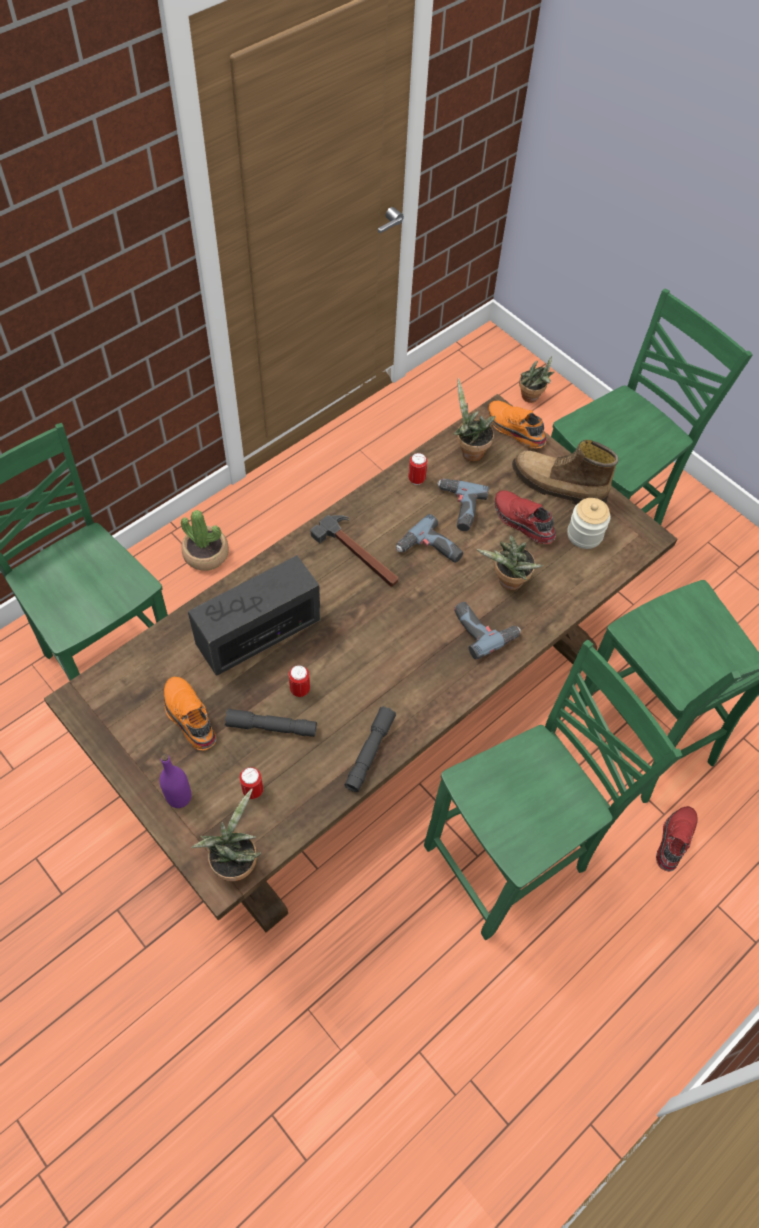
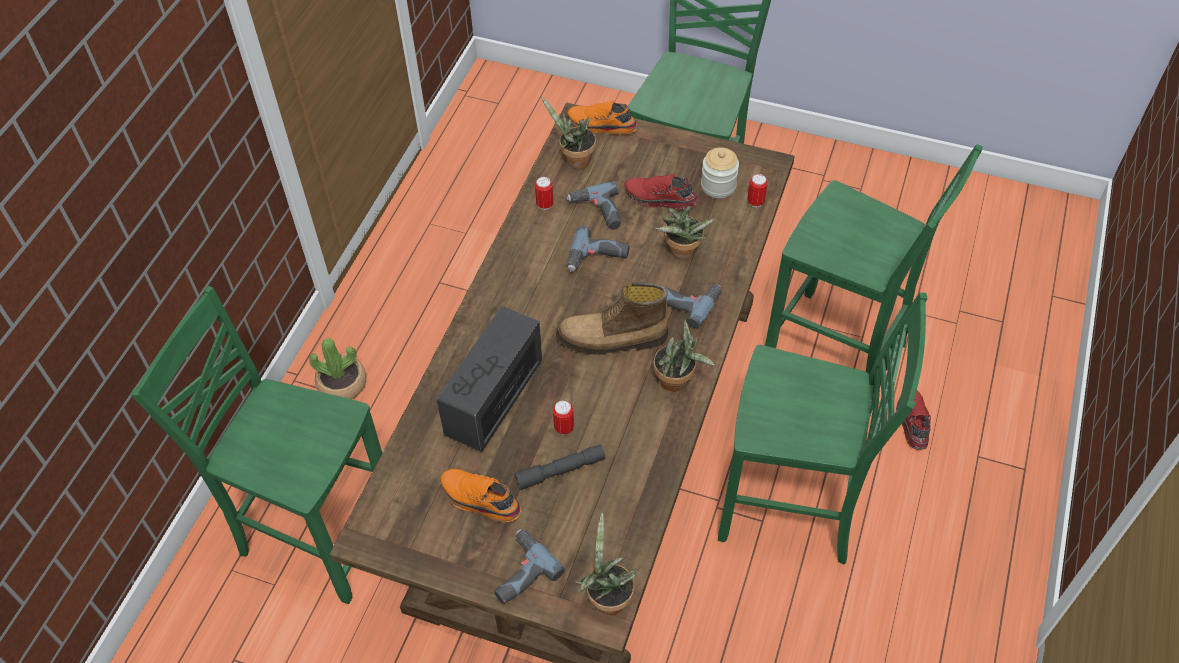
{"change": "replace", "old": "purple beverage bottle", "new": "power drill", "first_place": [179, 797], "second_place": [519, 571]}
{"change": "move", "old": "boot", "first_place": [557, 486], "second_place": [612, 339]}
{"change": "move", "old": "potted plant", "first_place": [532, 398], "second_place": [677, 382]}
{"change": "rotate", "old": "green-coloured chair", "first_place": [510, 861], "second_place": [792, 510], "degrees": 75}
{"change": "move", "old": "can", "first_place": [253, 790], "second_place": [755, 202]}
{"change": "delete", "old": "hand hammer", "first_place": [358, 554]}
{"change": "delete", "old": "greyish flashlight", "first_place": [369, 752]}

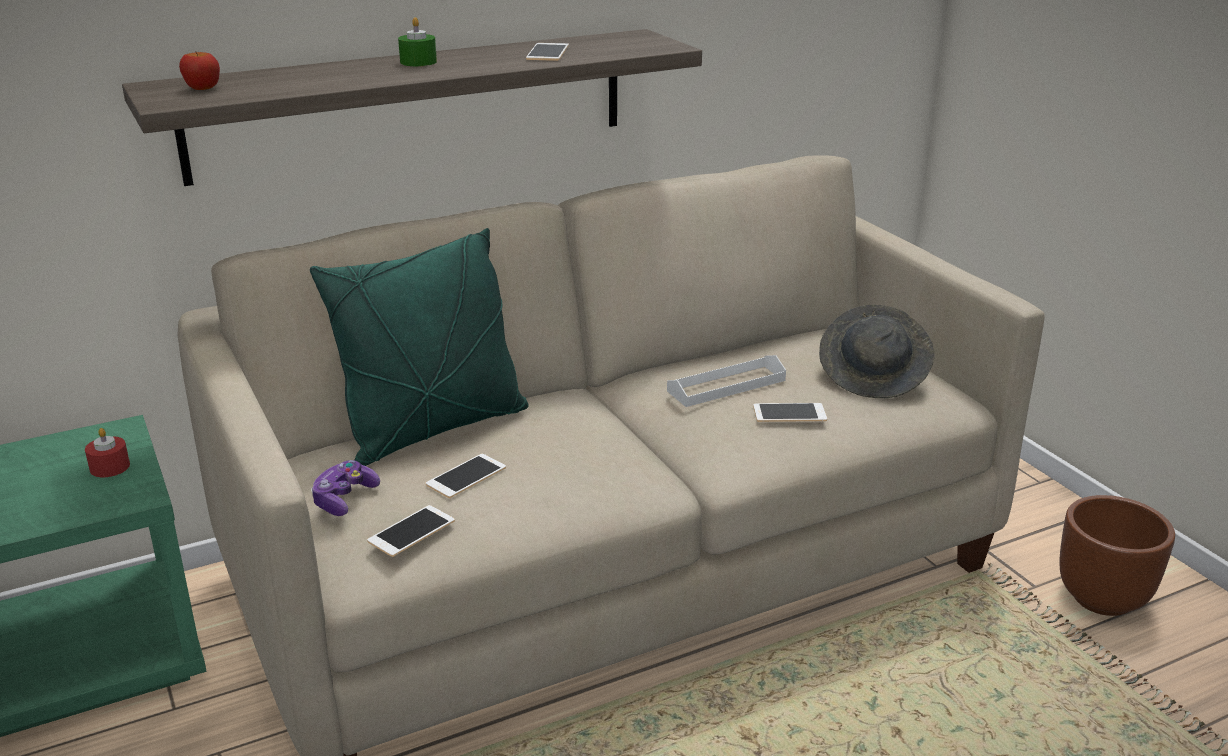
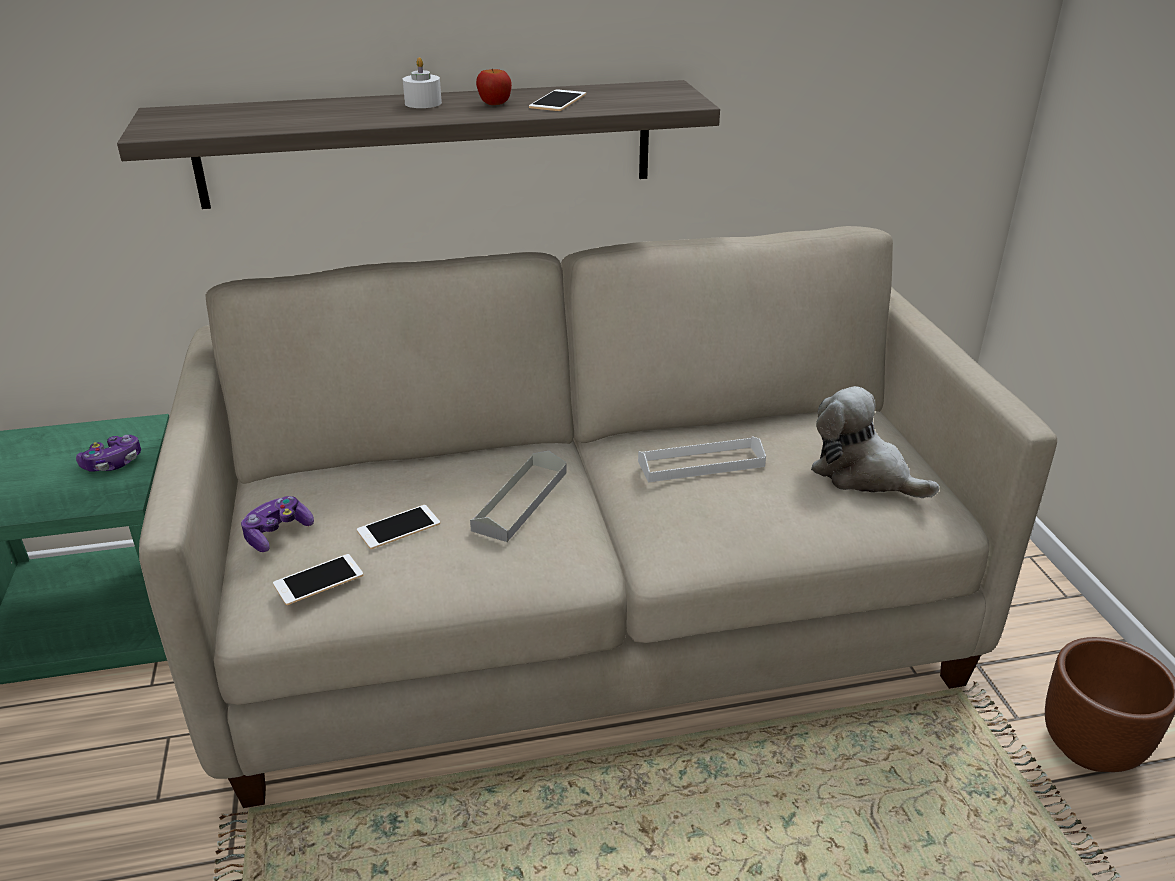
{"change": "replace", "old": "red candle", "new": "gamepad", "first_place": [110, 467], "second_place": [113, 463]}
{"change": "recolor", "old": "green-coloured candle", "new": "white-coloured candle", "first_place": [418, 62], "second_place": [423, 103]}
{"change": "insert", "new": "greyish carrying tray", "second_place": [520, 501]}
{"change": "move", "old": "whole apple", "first_place": [202, 88], "second_place": [494, 103]}
{"change": "replace", "old": "greyish wearable hat", "new": "cuddly toy", "first_place": [874, 375], "second_place": [863, 474]}
{"change": "delete", "old": "green-coloured pillow", "first_place": [434, 429]}
{"change": "delete", "old": "handset", "first_place": [789, 413]}

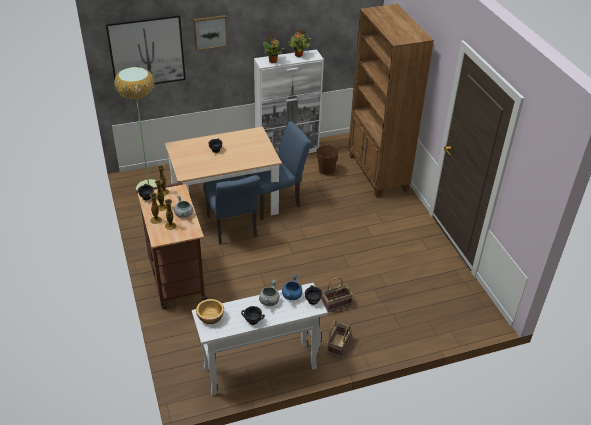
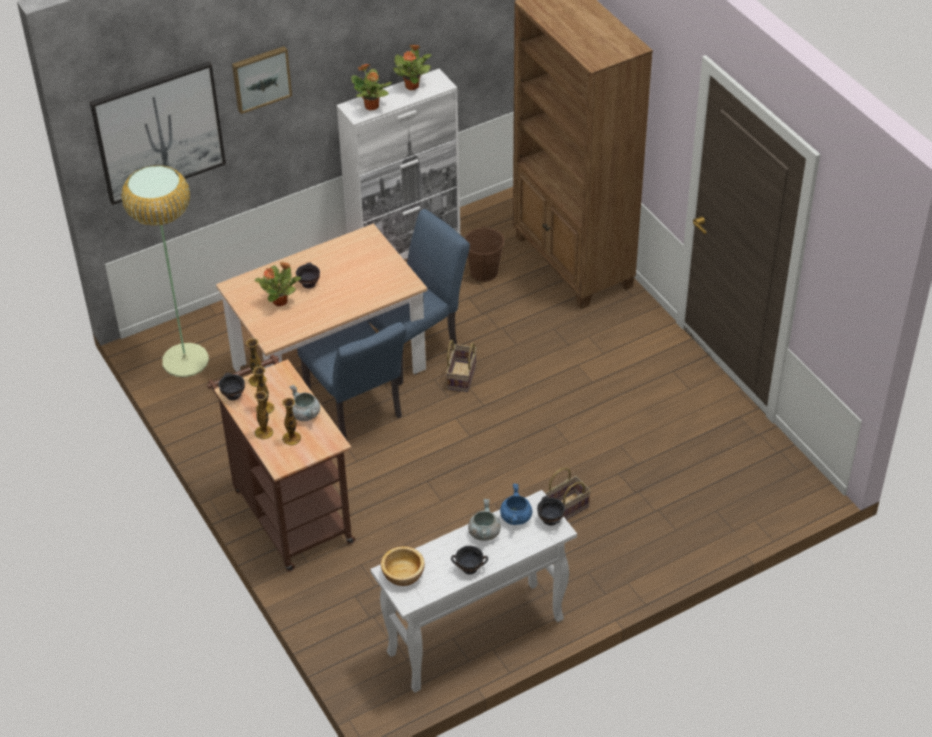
{"change": "insert", "new": "potted plant", "second_place": [280, 301]}
{"change": "move", "old": "household basket", "first_place": [338, 344], "second_place": [461, 376]}

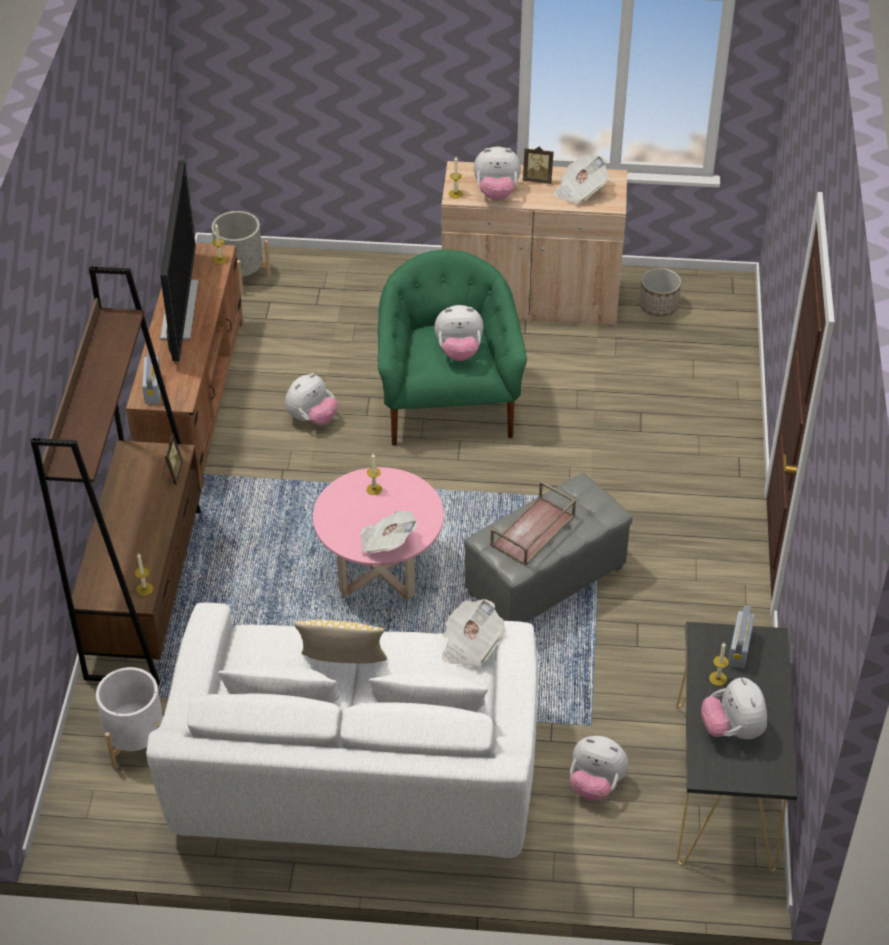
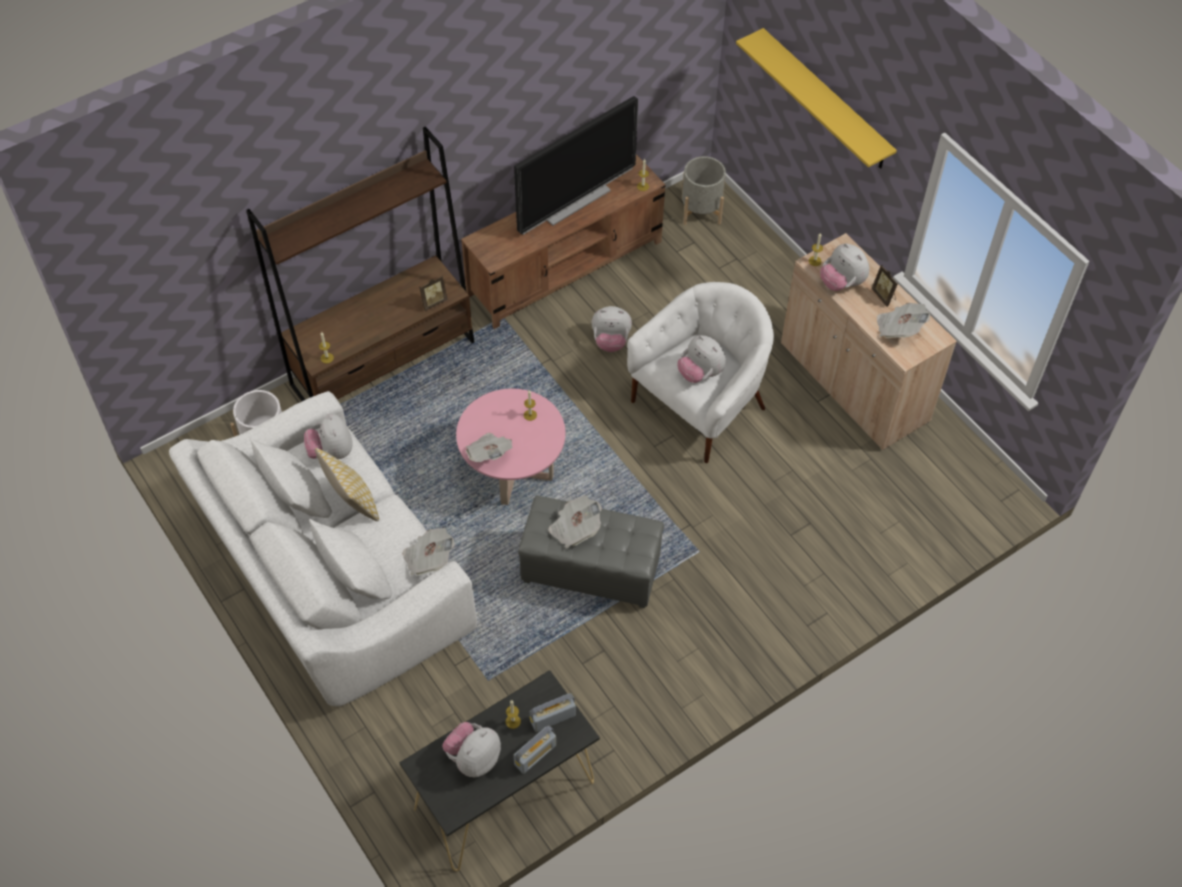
{"change": "move", "old": "cuddly toy", "first_place": [595, 784], "second_place": [331, 451]}
{"change": "move", "old": "radio receiver", "first_place": [153, 388], "second_place": [535, 755]}
{"change": "replace", "old": "brown carrying tray", "new": "newspaper", "first_place": [533, 532], "second_place": [575, 529]}
{"change": "recolor", "old": "green-coloured armchair", "new": "white-coloured armchair", "first_place": [447, 404], "second_place": [700, 405]}
{"change": "insert", "new": "yellow bracket shelf", "second_place": [825, 100]}
{"change": "delete", "old": "planter", "first_place": [658, 306]}

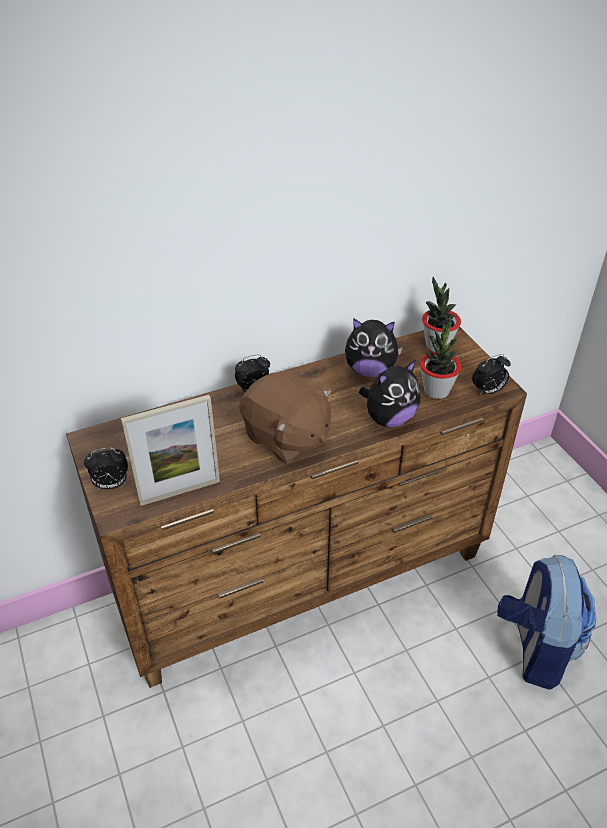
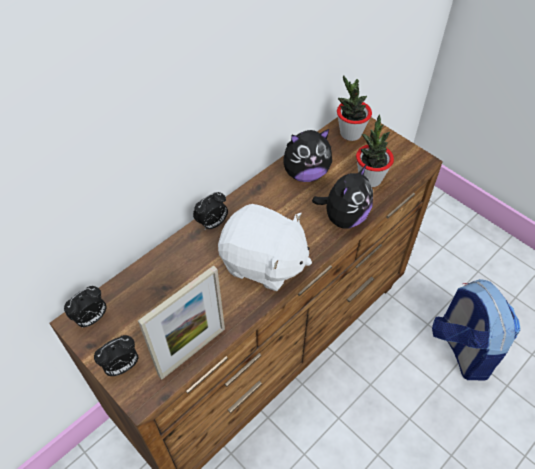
{"change": "move", "old": "bedside clock", "first_place": [488, 391], "second_place": [91, 318]}
{"change": "recolor", "old": "brown cuddly toy", "new": "white-coloured cuddly toy", "first_place": [286, 437], "second_place": [263, 263]}

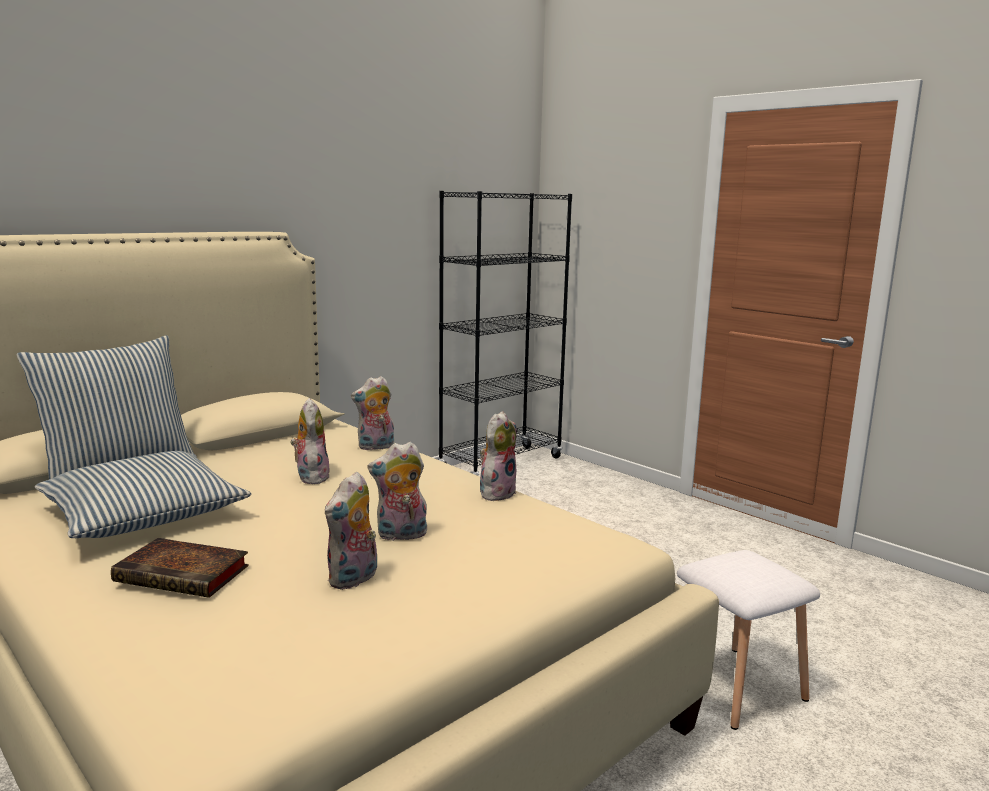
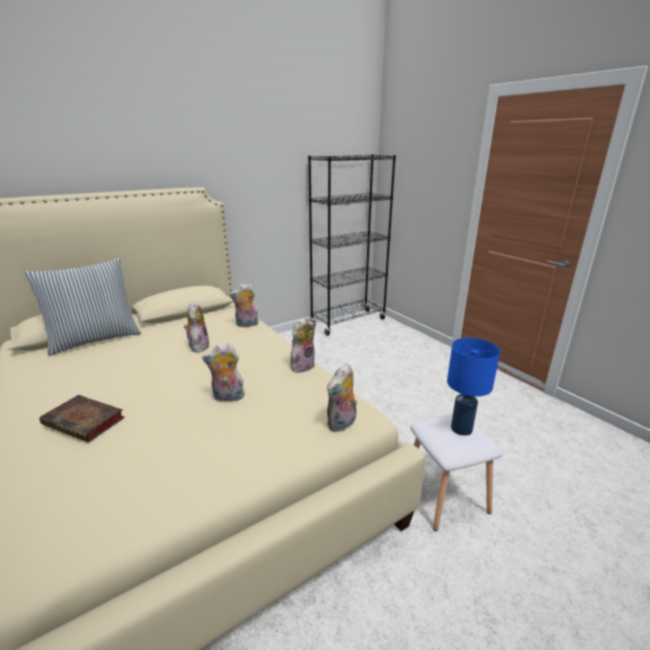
{"change": "move", "old": "cuddly toy", "first_place": [354, 579], "second_place": [342, 424]}
{"change": "insert", "new": "blue-coloured table lamp", "second_place": [461, 429]}
{"change": "delete", "old": "pillow", "first_place": [143, 514]}

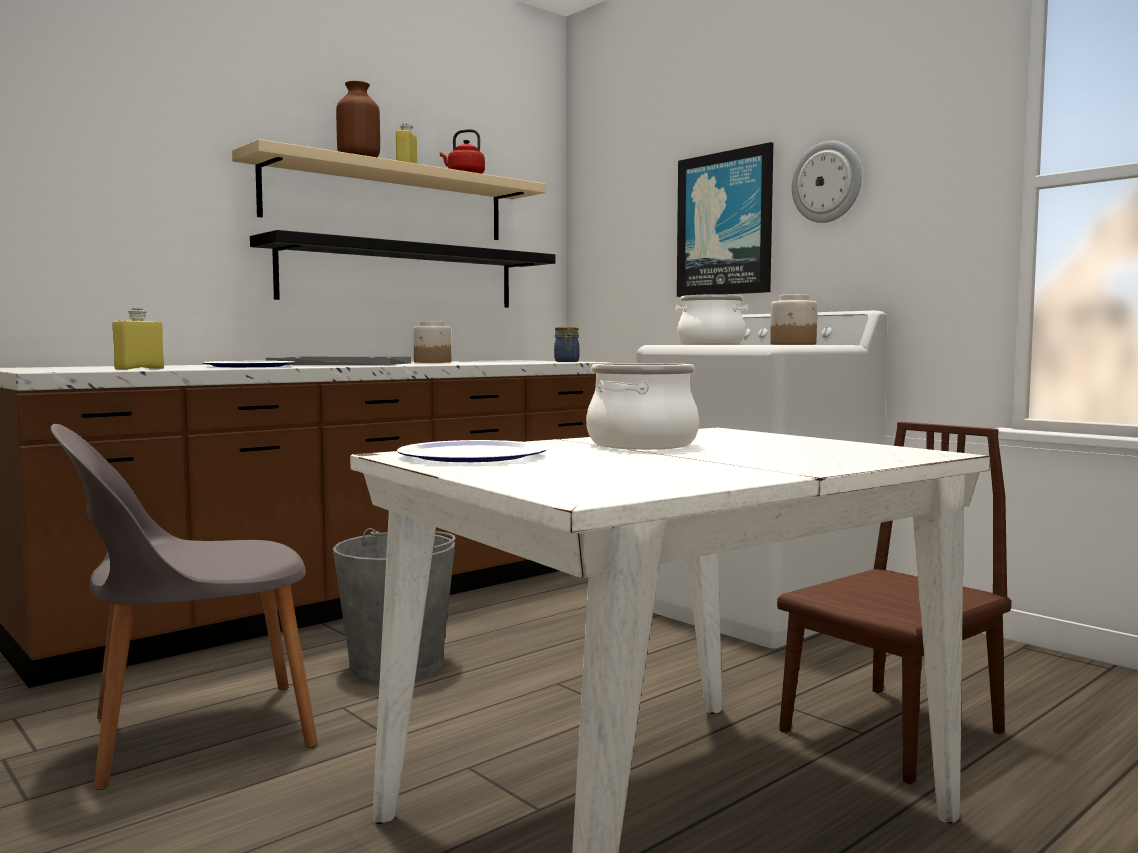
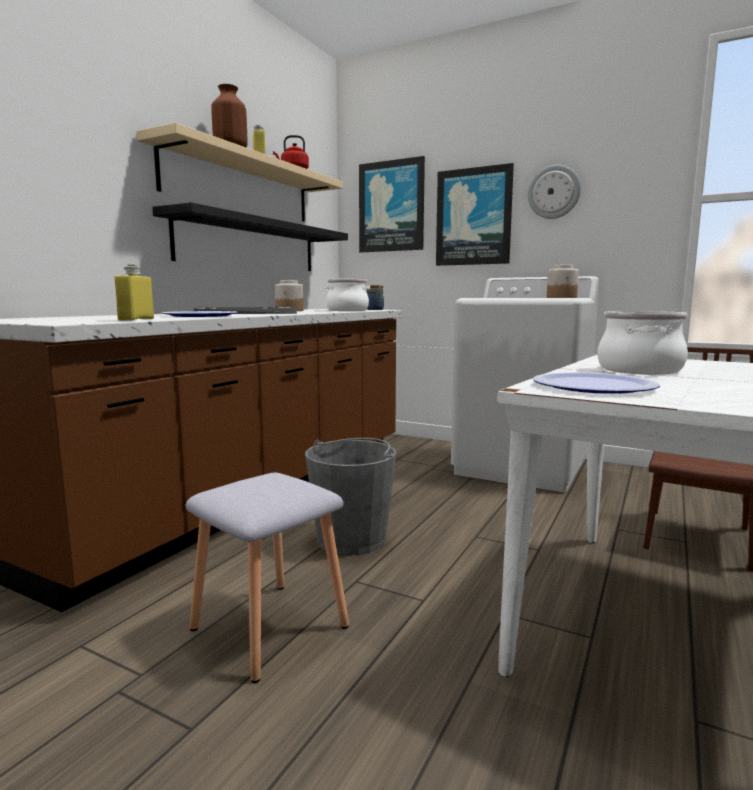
{"change": "replace", "old": "greyish chair", "new": "greyish stool", "first_place": [194, 733], "second_place": [267, 627]}
{"change": "move", "old": "saucepot", "first_place": [710, 344], "second_place": [347, 310]}
{"change": "insert", "new": "wall art", "second_place": [391, 206]}

